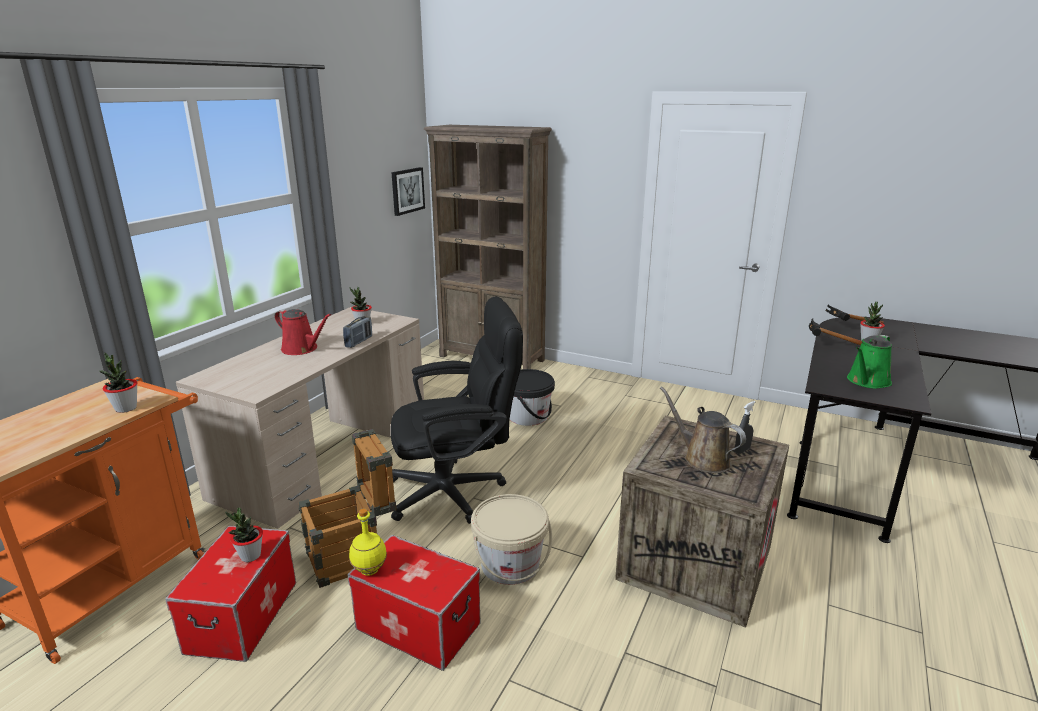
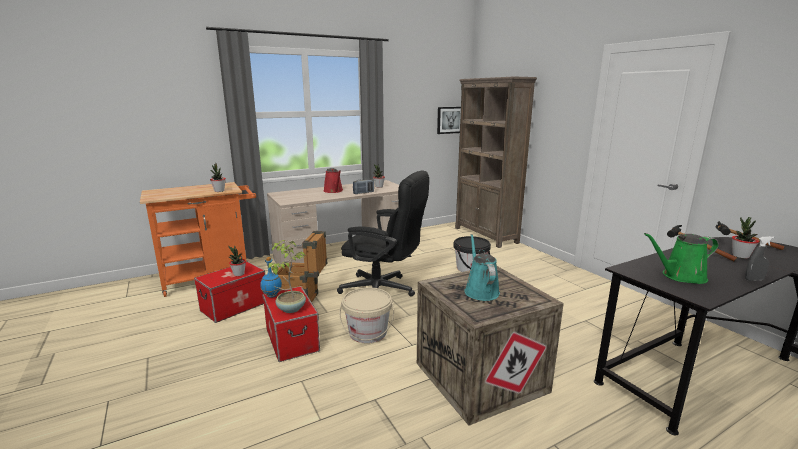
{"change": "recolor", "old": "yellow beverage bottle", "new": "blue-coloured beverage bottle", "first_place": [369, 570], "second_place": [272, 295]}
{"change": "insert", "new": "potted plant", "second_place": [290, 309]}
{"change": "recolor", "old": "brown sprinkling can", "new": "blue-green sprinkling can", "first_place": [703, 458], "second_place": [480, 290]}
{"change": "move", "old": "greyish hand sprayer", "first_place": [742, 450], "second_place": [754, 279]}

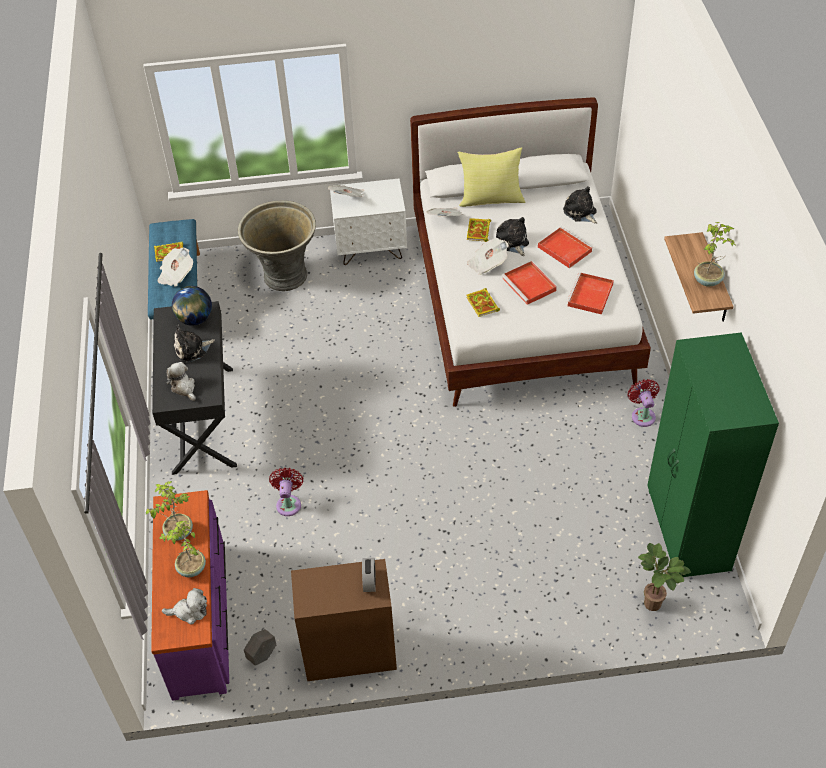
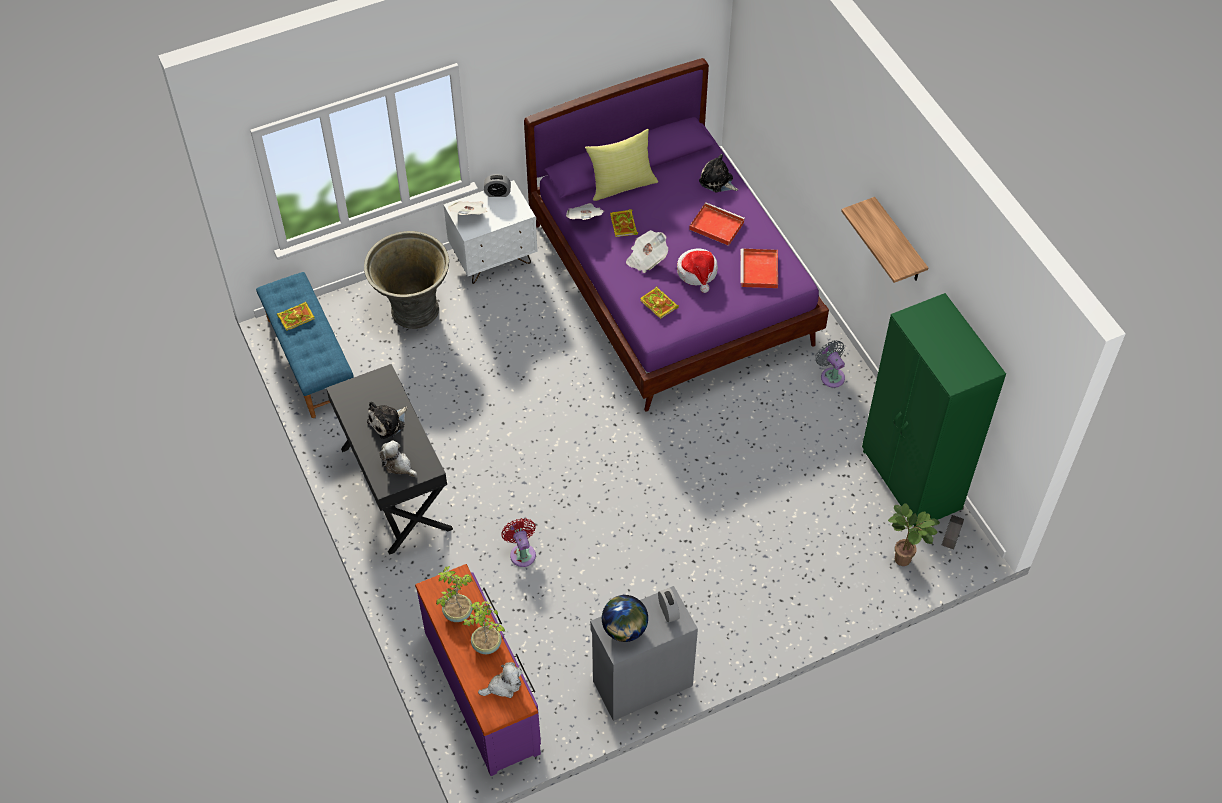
{"change": "insert", "new": "bedside clock", "second_place": [497, 193]}
{"change": "recolor", "old": "white-coloured bed", "new": "purple bed", "first_place": [522, 302], "second_place": [672, 283]}
{"change": "recolor", "old": "brown cupboard", "new": "greyish cupboard", "first_place": [349, 652], "second_place": [641, 682]}
{"change": "move", "old": "globe", "first_place": [195, 319], "second_place": [624, 629]}
{"change": "replace", "old": "red carrying tray", "new": "wearable hat", "first_place": [530, 285], "second_place": [697, 272]}
{"change": "recolor", "old": "red electric fan", "new": "greyish electric fan", "first_place": [642, 415], "second_place": [831, 375]}
{"change": "move", "old": "greyish planter", "first_place": [262, 656], "second_place": [950, 540]}
{"change": "delete", "old": "newspaper", "first_place": [176, 275]}
{"change": "delete", "old": "cuddly toy", "first_place": [512, 242]}
{"change": "delete", "old": "potted plant", "first_place": [708, 280]}

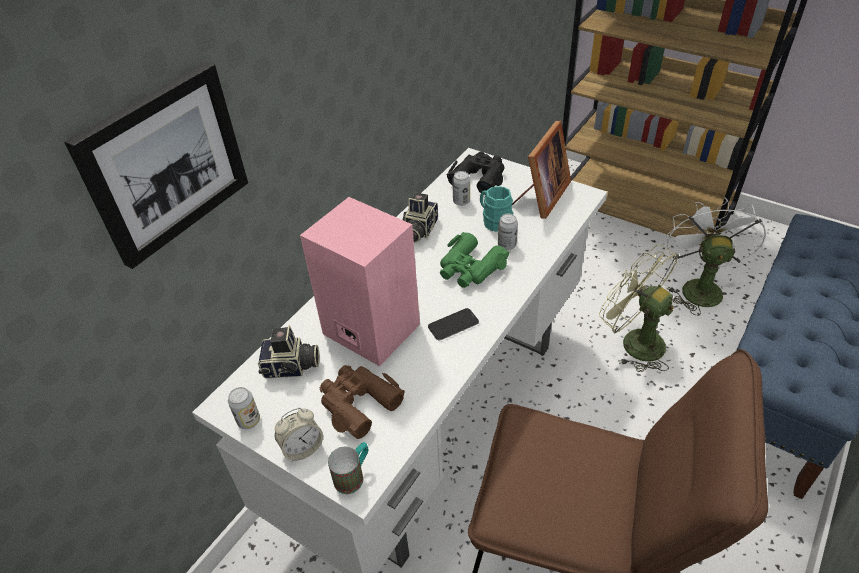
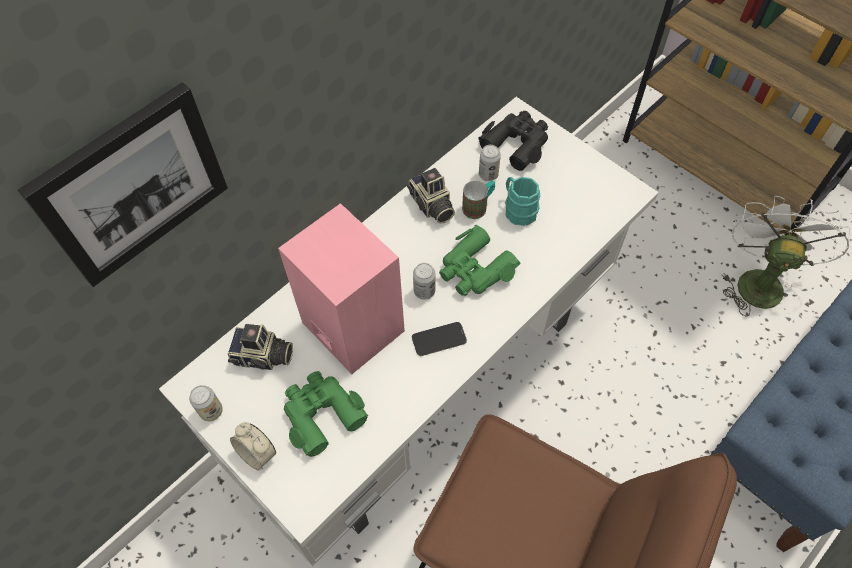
{"change": "rotate", "old": "bedside clock", "first_place": [302, 448], "second_place": [257, 453], "degrees": 60}
{"change": "recolor", "old": "brown binoculars", "new": "green-coloured binoculars", "first_place": [358, 403], "second_place": [321, 414]}
{"change": "rotate", "old": "photo camera", "first_place": [418, 230], "second_place": [431, 206], "degrees": -60}
{"change": "move", "old": "can", "first_place": [507, 245], "second_place": [424, 291]}
{"change": "move", "old": "mug", "first_place": [353, 475], "second_place": [478, 206]}
{"change": "delete", "old": "standing frame", "first_place": [541, 197]}
{"change": "delete", "old": "green-coloured electric fan", "first_place": [633, 341]}

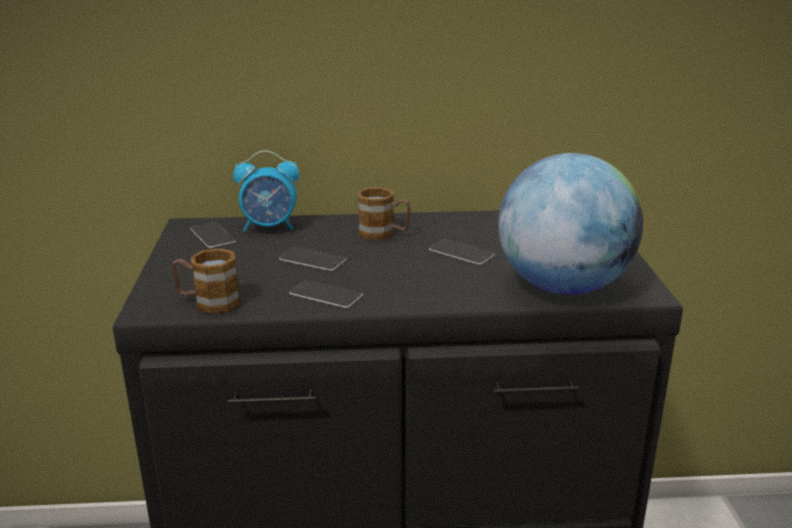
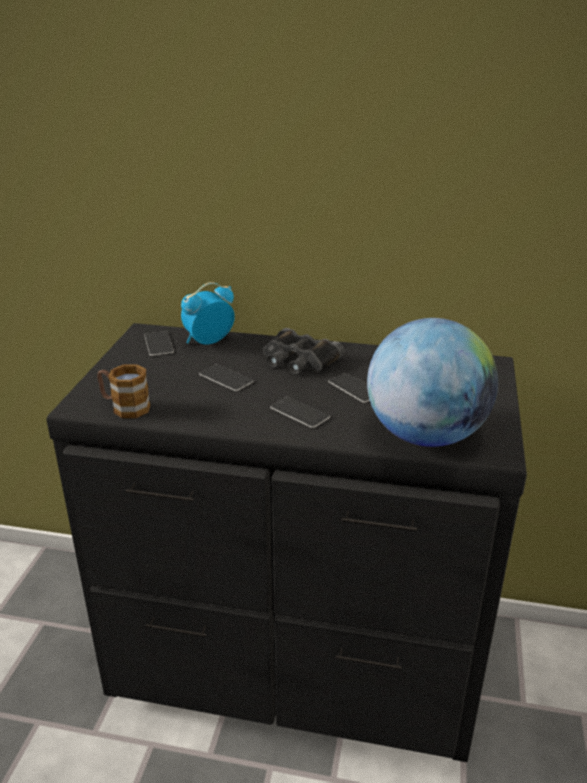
{"change": "rotate", "old": "bedside clock", "first_place": [270, 227], "second_place": [208, 341], "degrees": 135}
{"change": "replace", "old": "mug", "new": "blackish binoculars", "first_place": [384, 233], "second_place": [298, 360]}
{"change": "move", "old": "handset", "first_place": [326, 294], "second_place": [299, 412]}

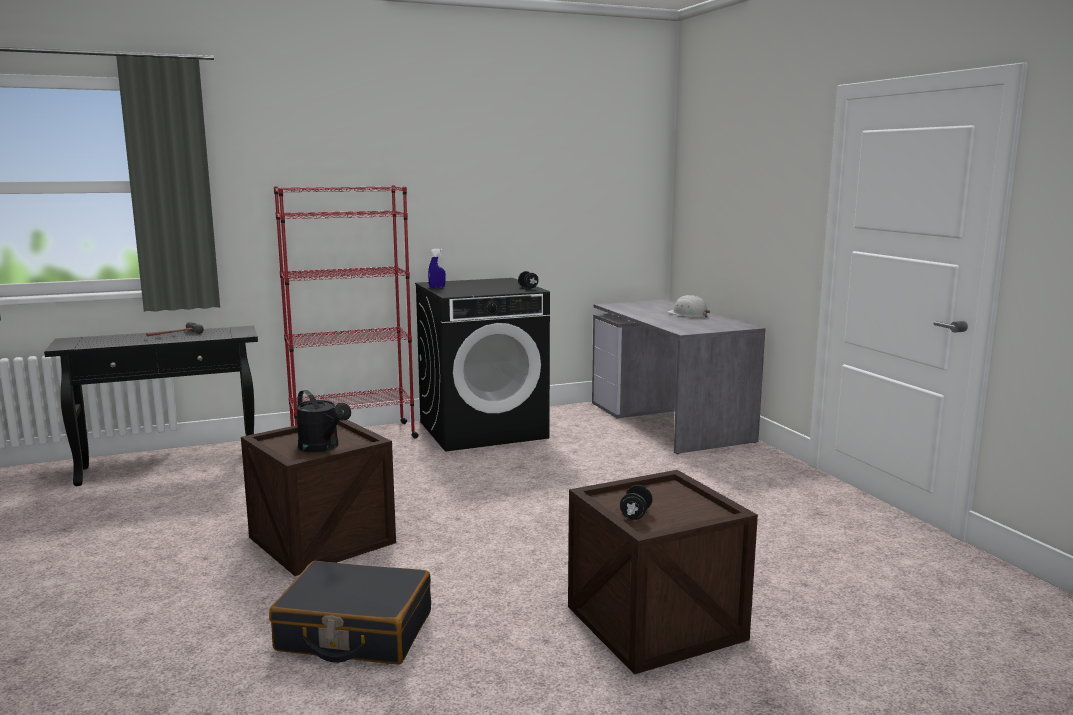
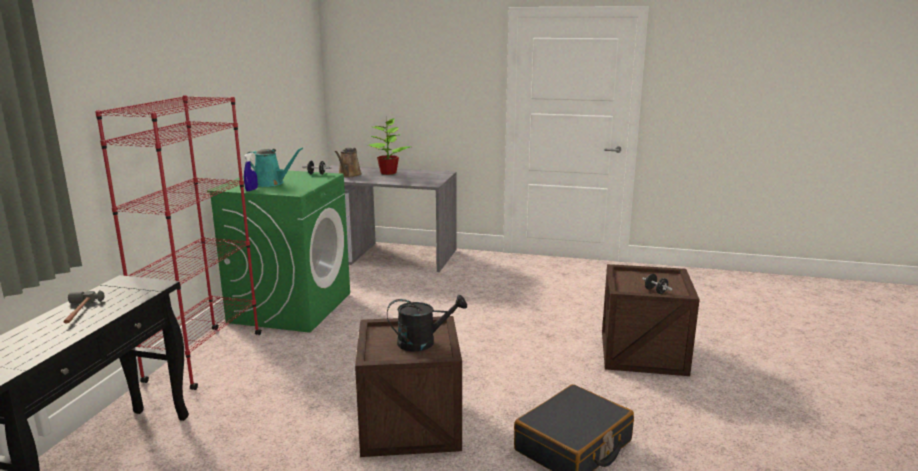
{"change": "recolor", "old": "blackish laundry machine", "new": "green-coloured laundry machine", "first_place": [483, 430], "second_place": [291, 307]}
{"change": "insert", "new": "blue-green sprinkling can", "second_place": [271, 183]}
{"change": "insert", "new": "brown sprinkling can", "second_place": [349, 175]}
{"change": "replace", "old": "white-coloured safety helmet", "new": "potted plant", "first_place": [688, 314], "second_place": [388, 172]}

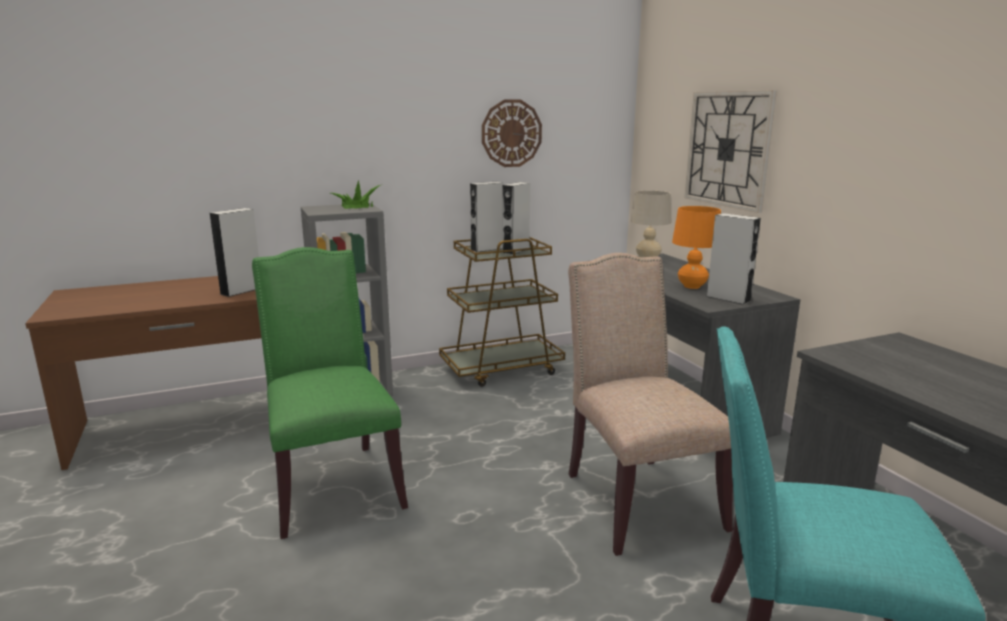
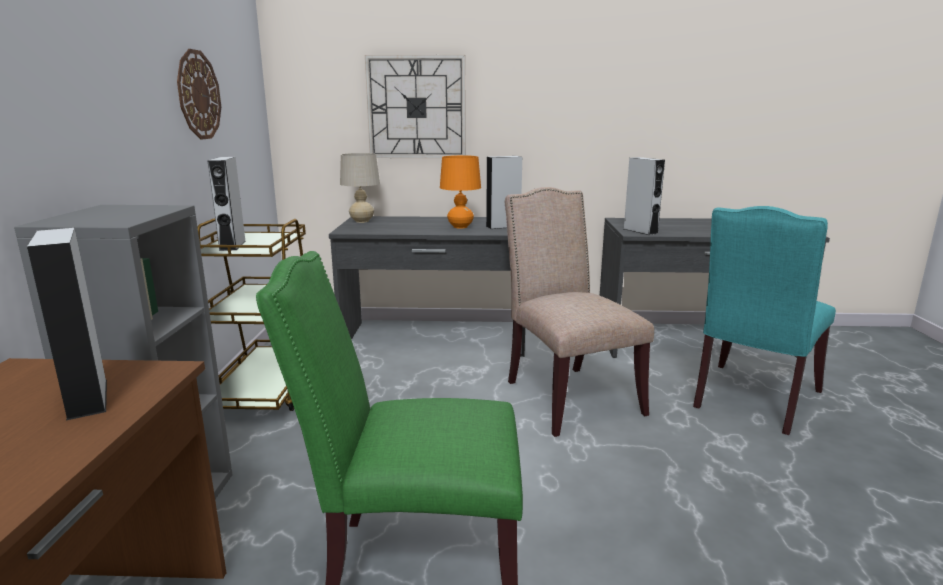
{"change": "rotate", "old": "beige chair", "first_place": [636, 498], "second_place": [567, 396], "degrees": 60}
{"change": "move", "old": "greyish speaker", "first_place": [516, 250], "second_place": [640, 231]}
{"change": "delete", "old": "potted plant", "first_place": [357, 206]}

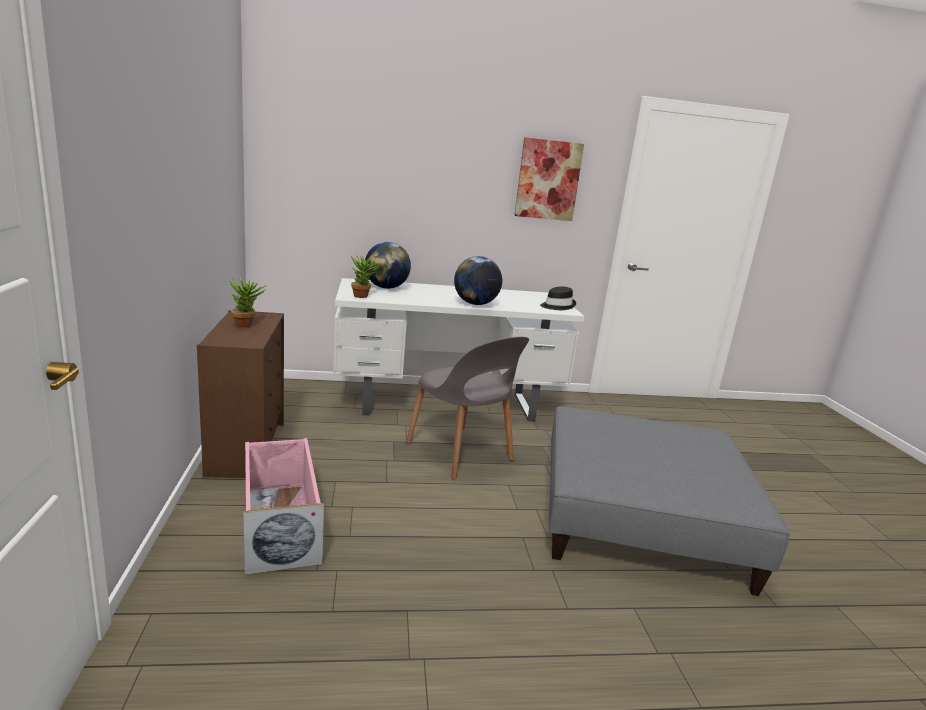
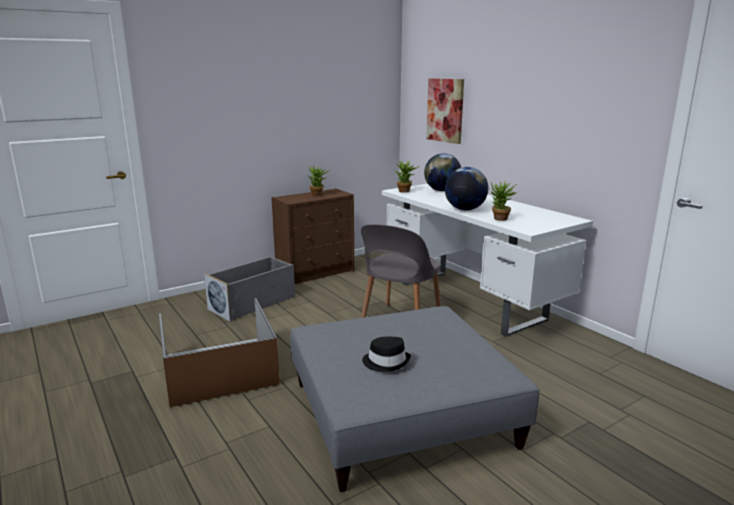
{"change": "insert", "new": "brown storage container", "second_place": [221, 369]}
{"change": "recolor", "old": "pinkish storage container", "new": "greyish storage container", "first_place": [279, 525], "second_place": [253, 303]}
{"change": "move", "old": "blackish wearable hat", "first_place": [557, 306], "second_place": [386, 362]}
{"change": "move", "old": "wall art", "first_place": [548, 180], "second_place": [445, 110]}
{"change": "insert", "new": "potted plant", "second_place": [500, 219]}

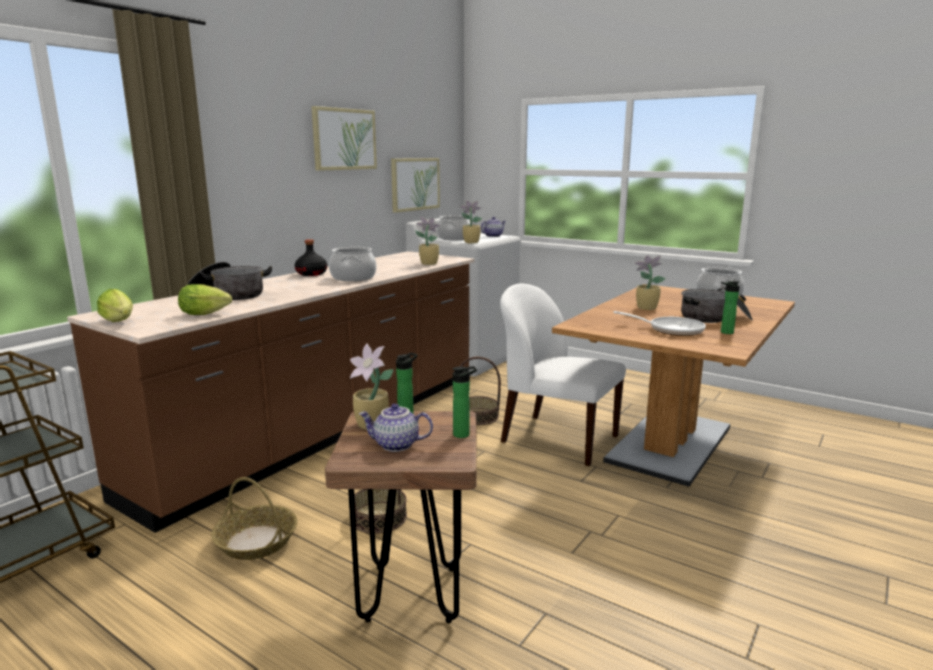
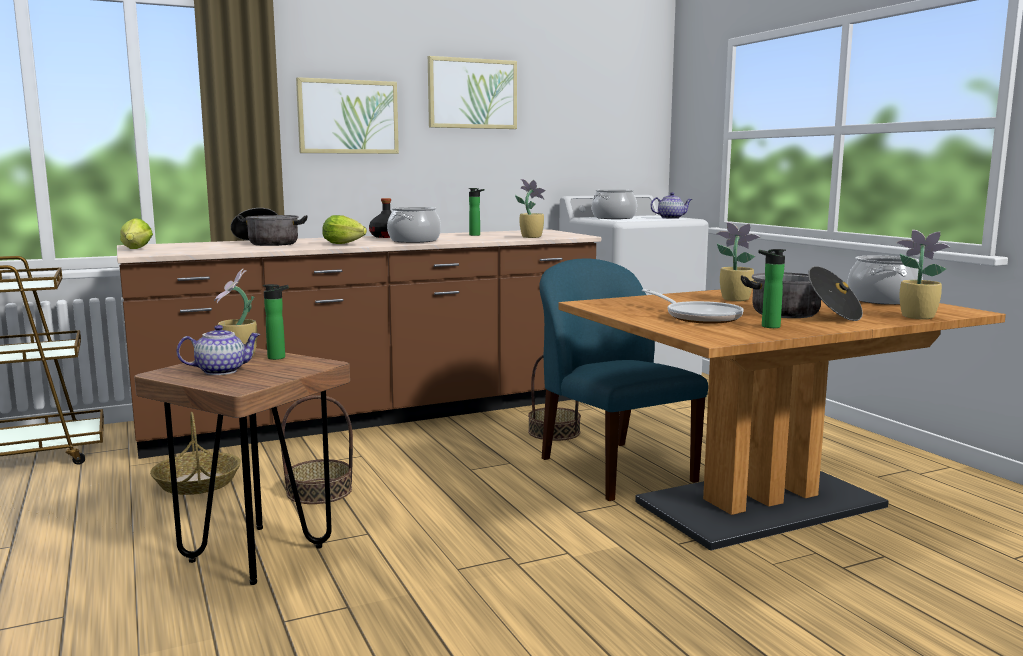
{"change": "rotate", "old": "teapot", "first_place": [395, 445], "second_place": [221, 371], "degrees": 120}
{"change": "move", "old": "wall art", "first_place": [415, 184], "second_place": [348, 117]}
{"change": "move", "old": "head of lettuce", "first_place": [207, 314], "second_place": [345, 244]}
{"change": "move", "old": "beverage bottle", "first_place": [464, 434], "second_place": [476, 235]}
{"change": "recolor", "old": "white-coloured chair", "new": "blue-coloured chair", "first_place": [557, 439], "second_place": [614, 469]}
{"change": "move", "old": "potted plant", "first_place": [470, 242], "second_place": [915, 317]}

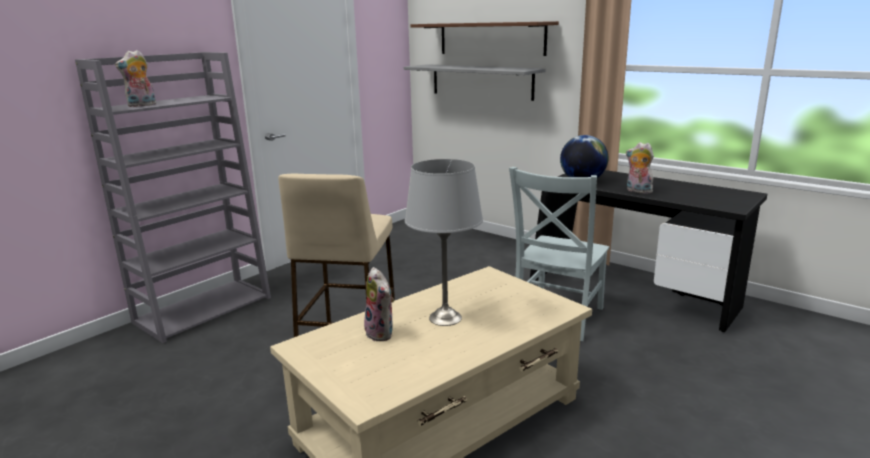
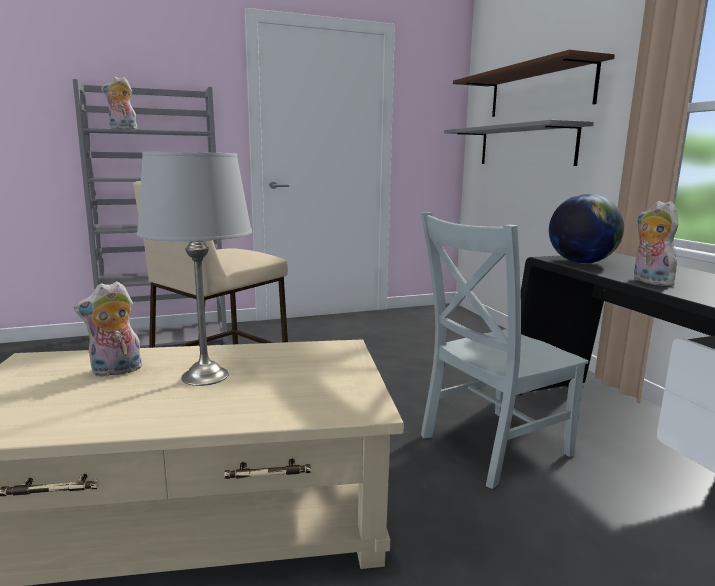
{"change": "rotate", "old": "cuddly toy", "first_place": [382, 333], "second_place": [116, 371], "degrees": 60}

